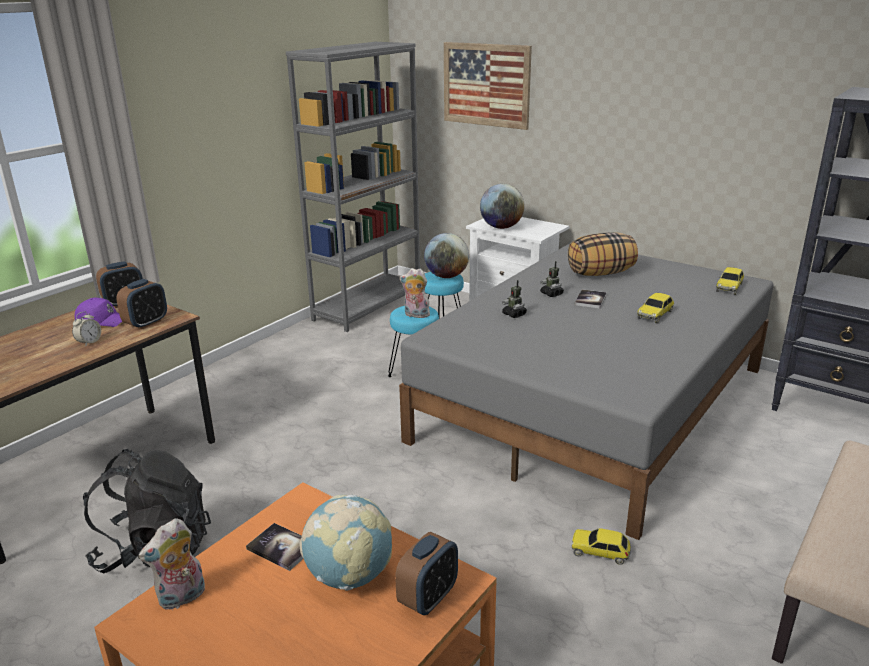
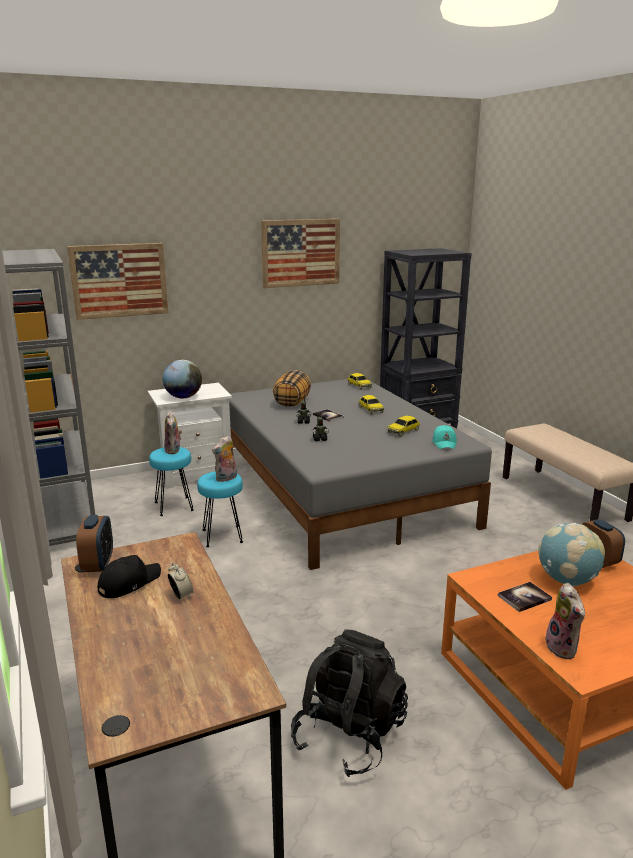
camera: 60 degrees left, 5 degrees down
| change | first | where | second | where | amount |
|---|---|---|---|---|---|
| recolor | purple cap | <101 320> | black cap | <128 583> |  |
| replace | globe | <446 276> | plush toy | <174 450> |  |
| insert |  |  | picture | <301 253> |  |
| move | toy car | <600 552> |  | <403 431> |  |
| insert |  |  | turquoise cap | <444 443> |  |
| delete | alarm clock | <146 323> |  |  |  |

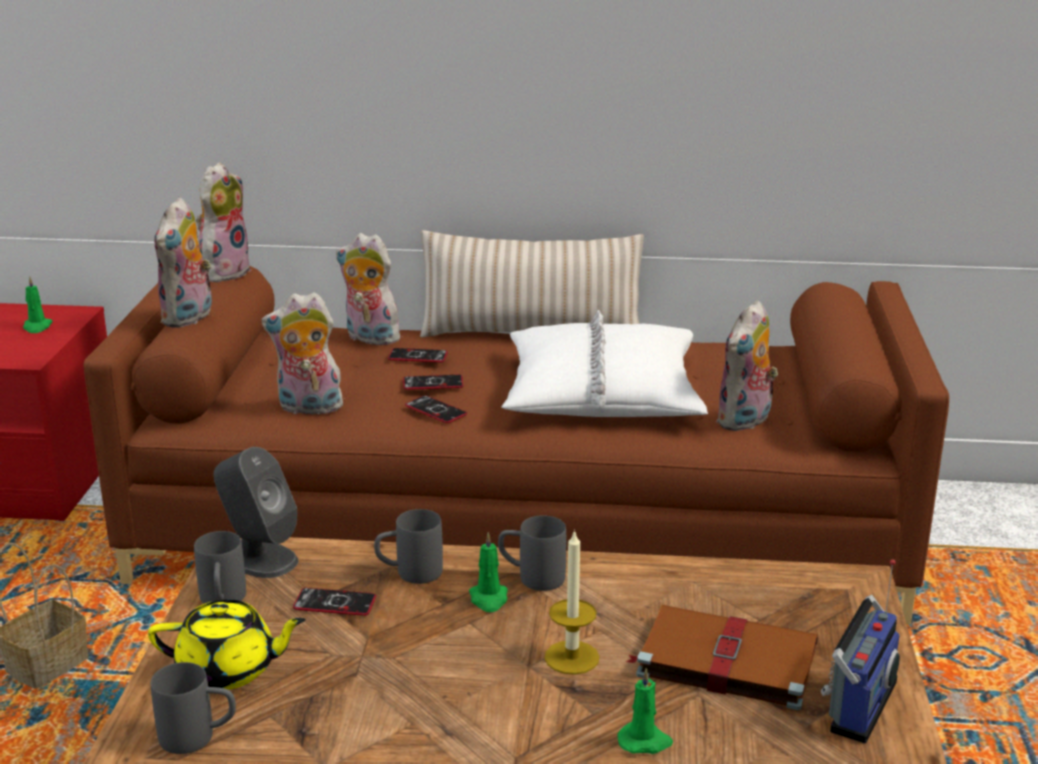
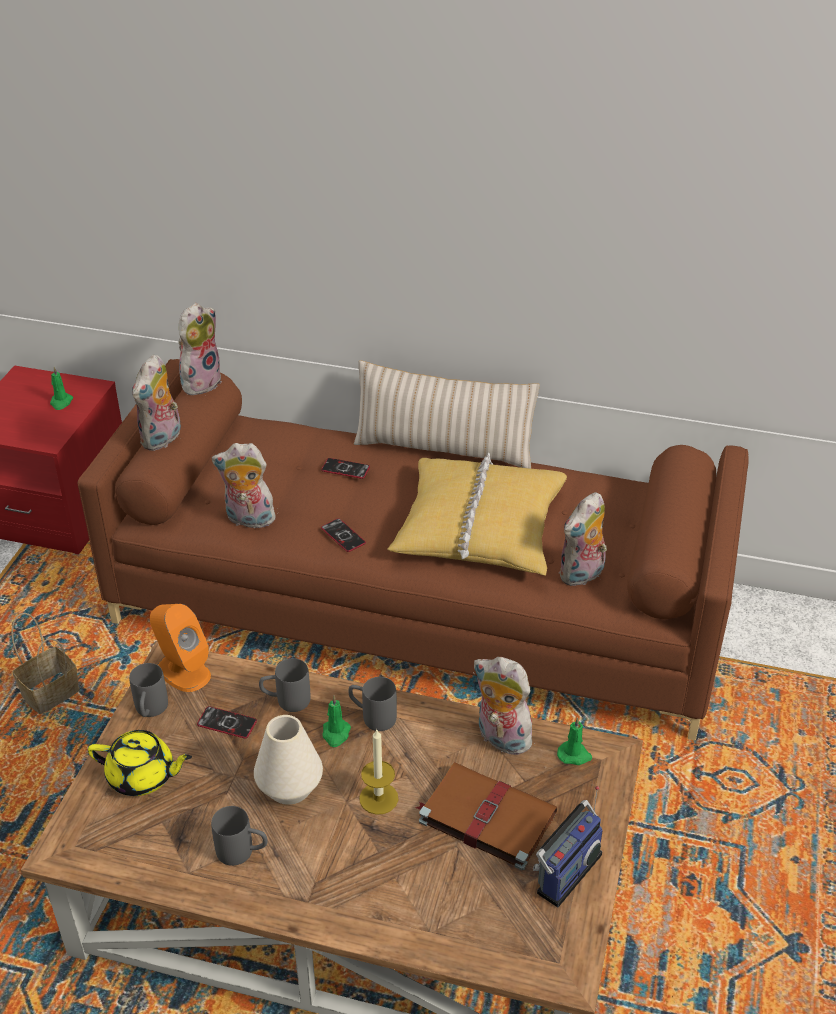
camera: 10 degrees right, 15 degrees up
| change | first | where | second | where | amount |
|---|---|---|---|---|---|
| recolor | grey speaker | <258 558> | orange speaker | <183 671> |  |
| move | grey mug | <199 737> |  | <243 852> |  |
| insert |  |  | white vase | <290 787> |  |
| recolor | white pillow | <602 393> | yellow pillow | <479 528> |  |
| move | plush toy | <369 338> |  | <500 738> |  |
| move | green candle | <645 741> |  | <574 755> |  |
| delete | phone | <433 383> |  |  |  |

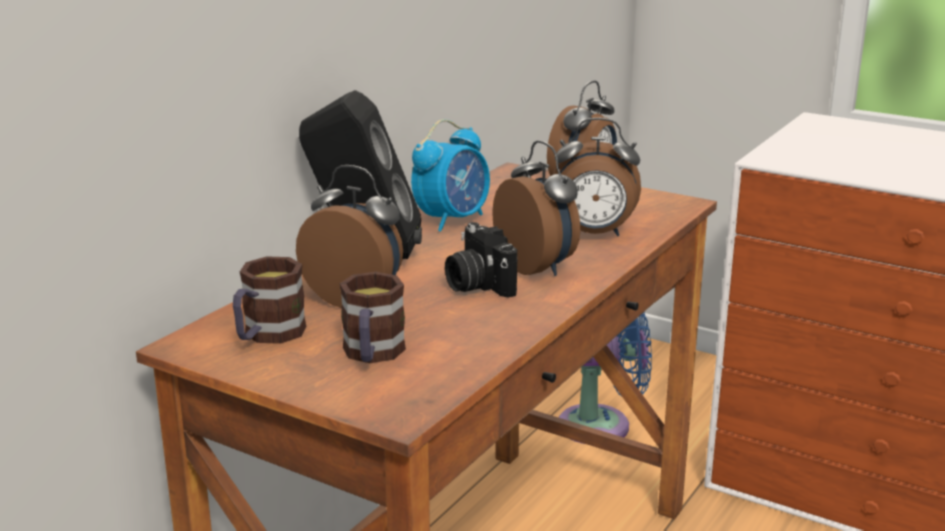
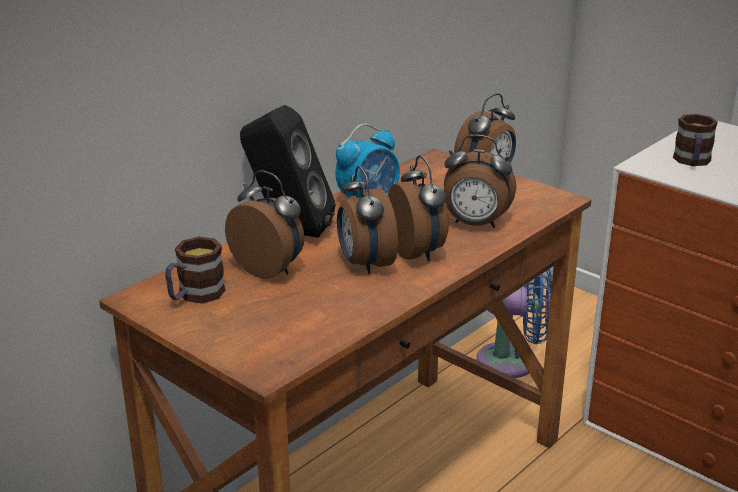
camera: 10 degrees right, 5 degrees up
| change | first | where | second | where | amount |
|---|---|---|---|---|---|
| replace | photo camera | <477 284> | alarm clock | <364 264> |  |
| move | mug | <372 355> |  | <692 162> |  |

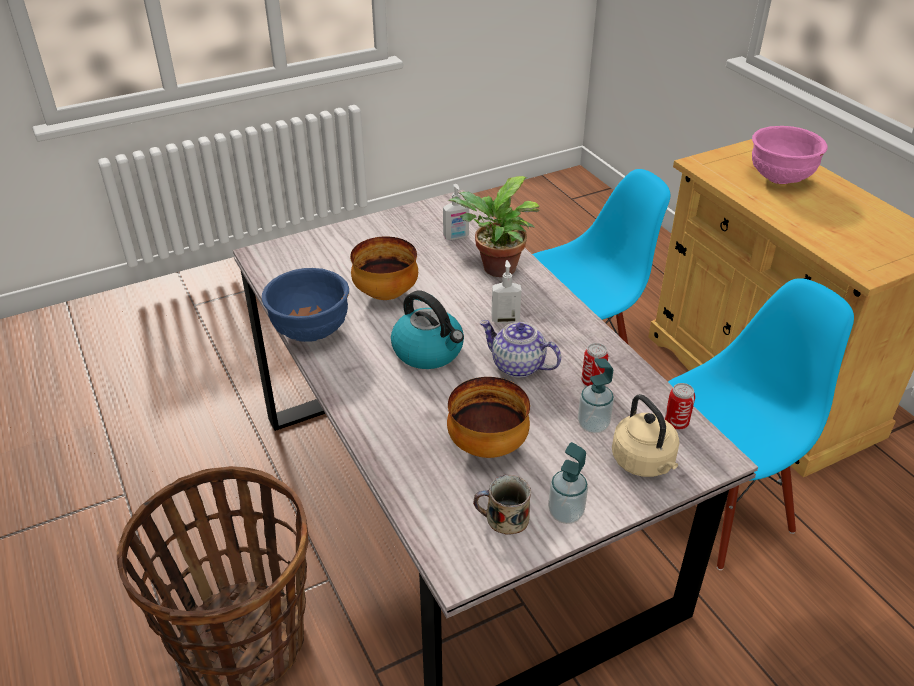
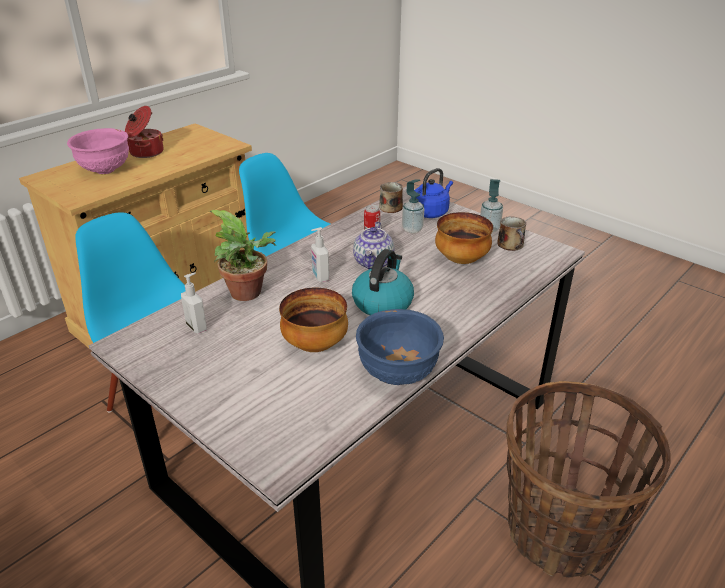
camera: 110 degrees left, 5 degrees down
| change | first | where | second | where | amount |
|---|---|---|---|---|---|
| insert |  |  | cooking pot | <145 152> |  |
| replace | can | <676 423> | mug | <390 206> |  |
| recolor | beige kettle | <644 463> | blue kettle | <431 212> |  |

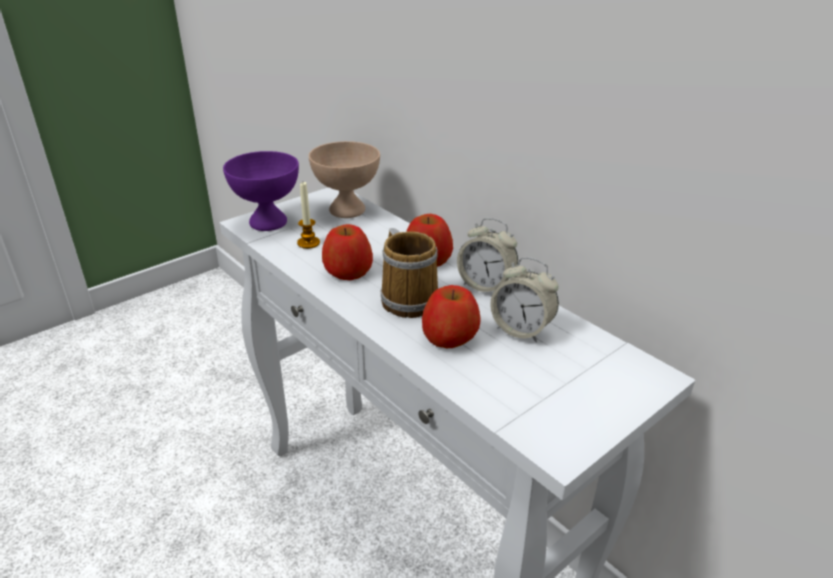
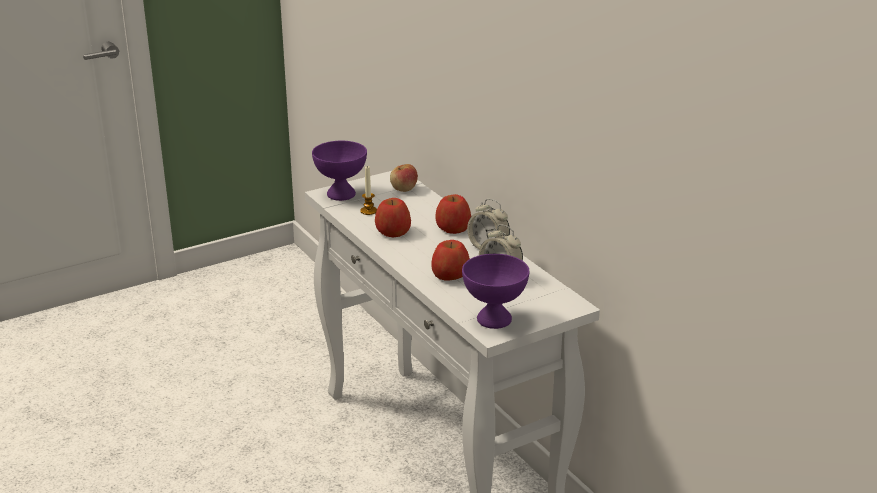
camera: 10 degrees right, 5 degrees down
| change | first | where | second | where | amount |
|---|---|---|---|---|---|
| replace | beige bowl | <348 209> | apple | <403 189> |  |
| insert |  |  | purple bowl | <493 320> |  |
| delete | mug | <409 298> |  |  |  |

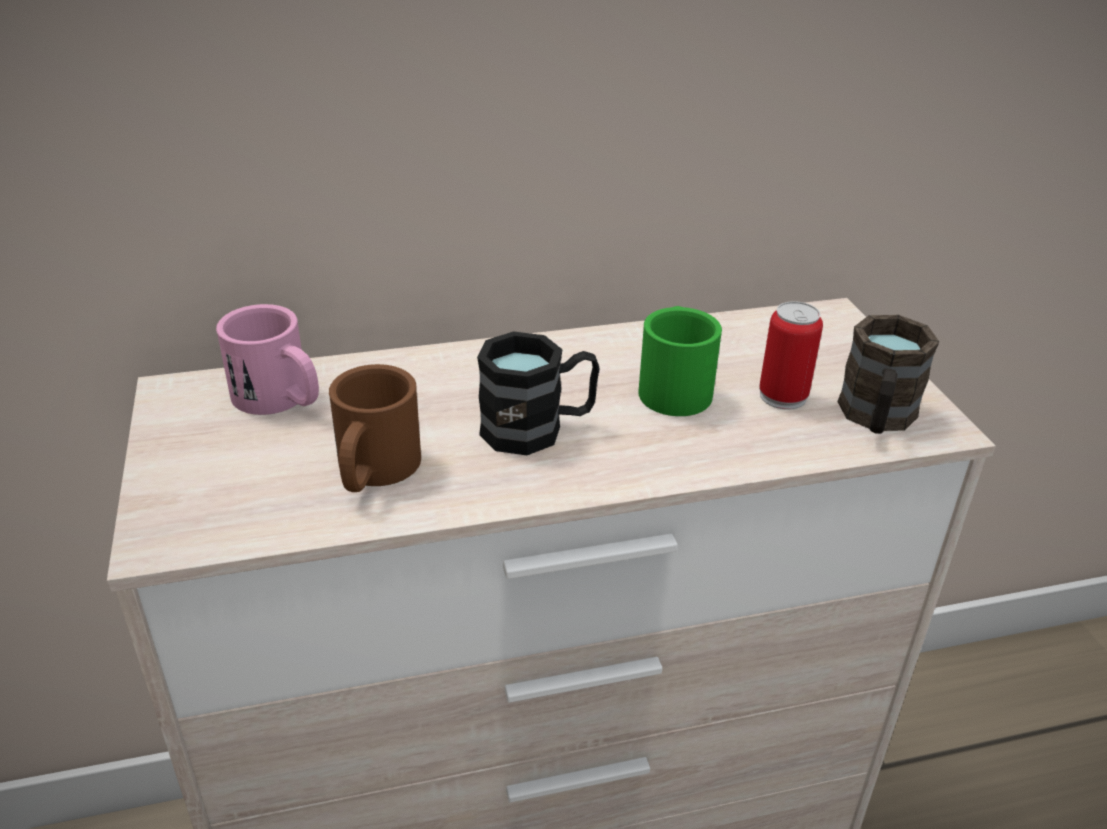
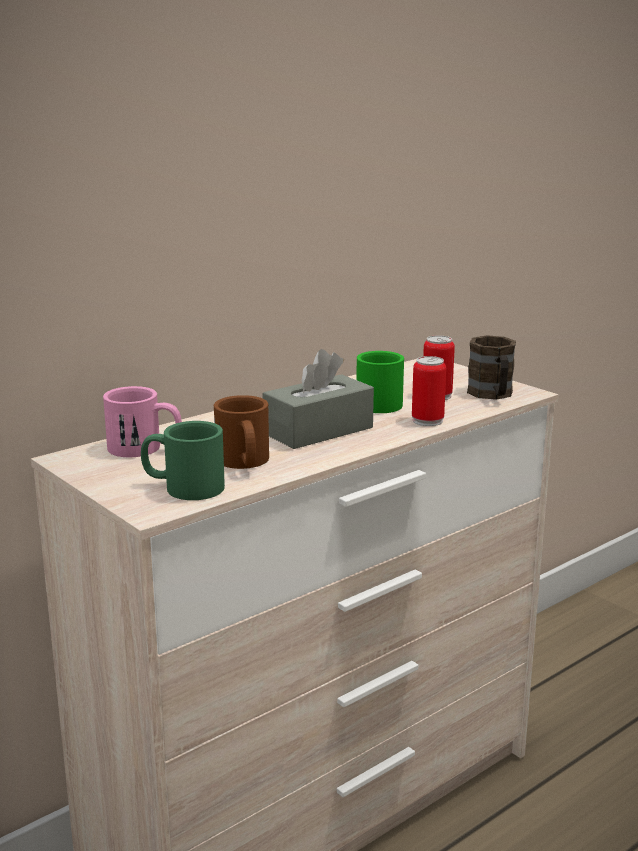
camera: 25 degrees left, 15 degrees down
| change | first | where | second | where | amount |
|---|---|---|---|---|---|
| insert |  |  | green mug | <183 487> |  |
| replace | black mug | <538 428> | grey tissue box | <318 430> |  |
| insert |  |  | can | <427 420> |  |

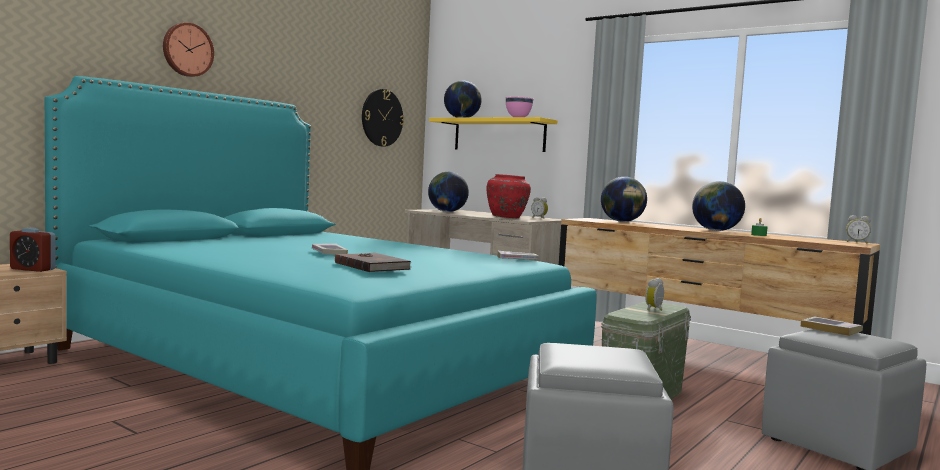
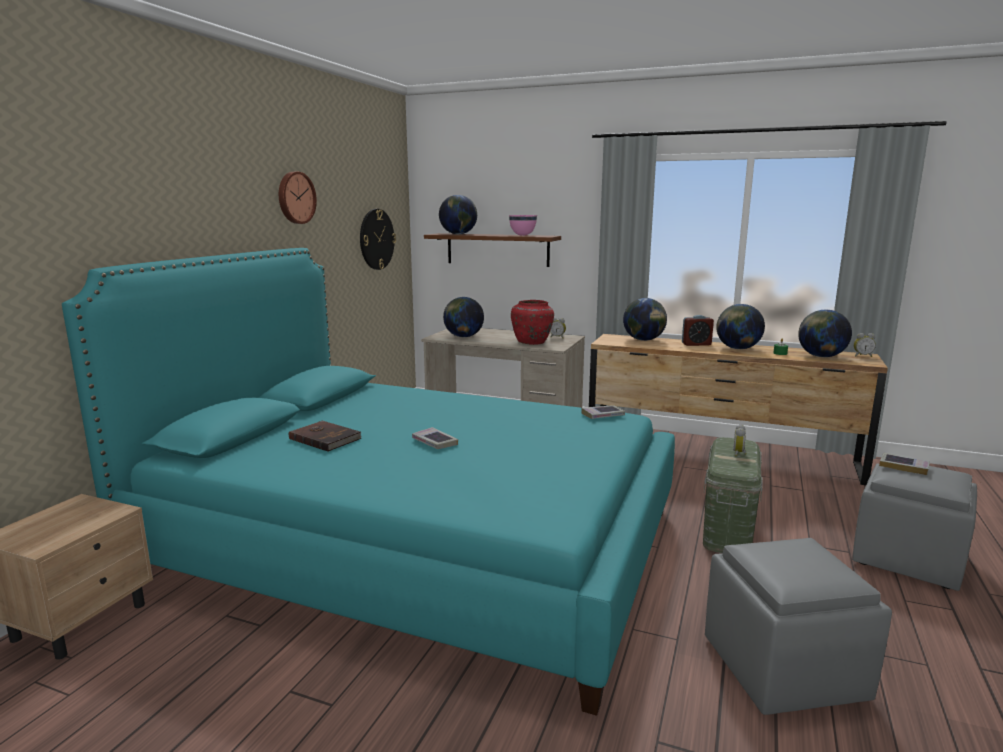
camera: 15 degrees left, 10 degrees up
| change | first | where | second | where | amount |
|---|---|---|---|---|---|
| move | wall clock | <187 50> |  | <295 198> |  |
| move | brown book | <372 266> |  | <325 438> |  |
| recolor | yellow shelf | <499 135> | brown shelf | <497 249> |  |
| move | alarm clock | <32 269> |  | <696 344> |  |
| insert |  |  | globe | <821 356> |  |

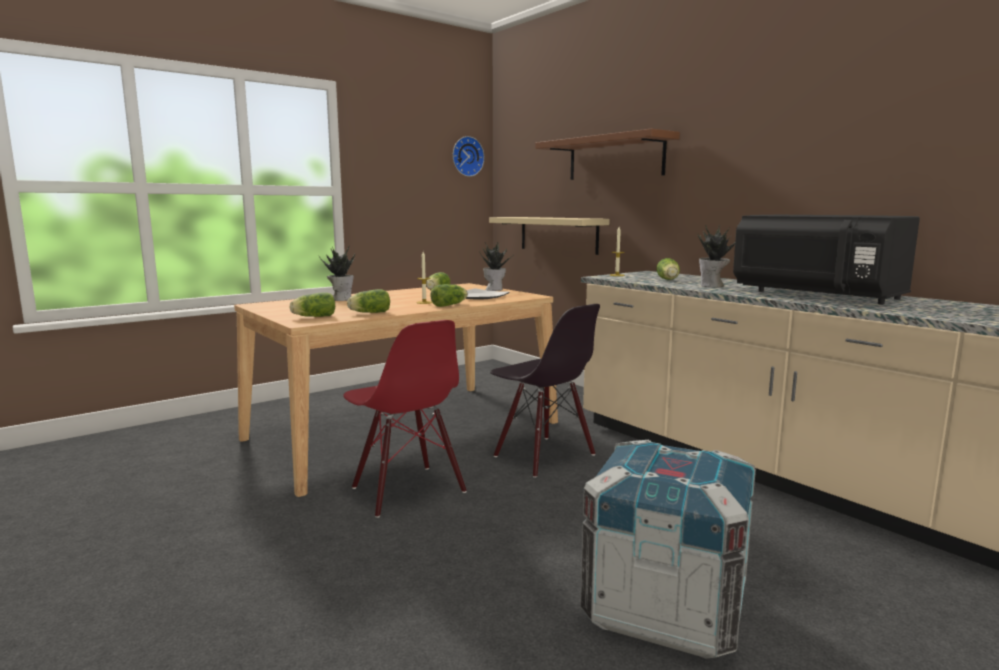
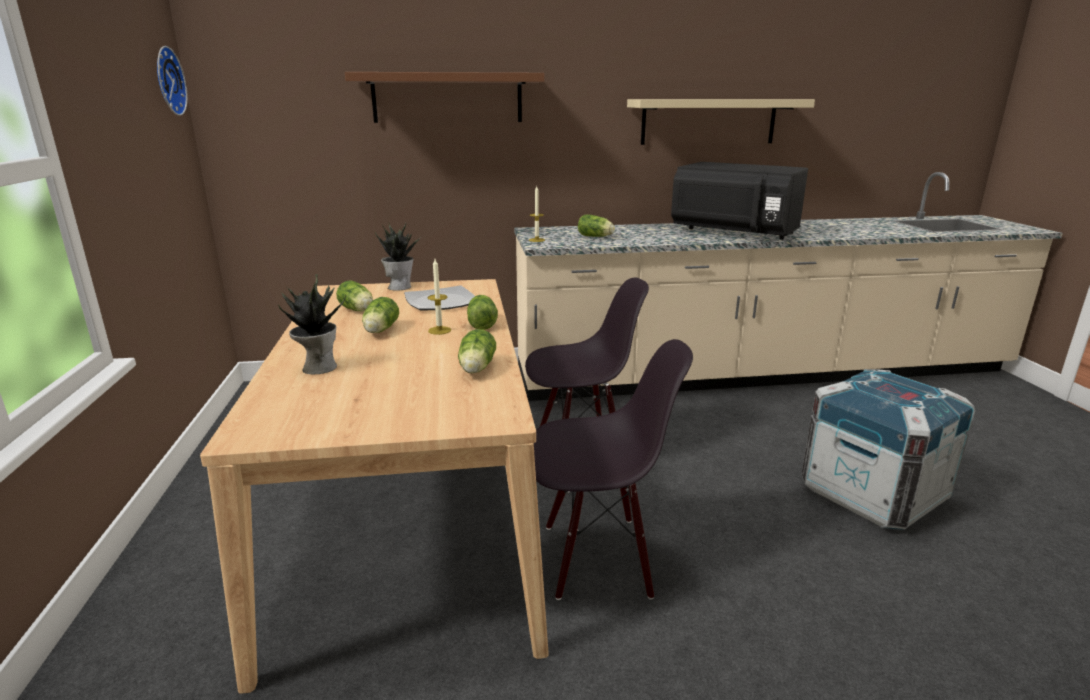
camera: 60 degrees left, 10 degrees up
| change | first | where | second | where | amount |
|---|---|---|---|---|---|
| move | lettuce | <313 317> |  | <380 331> |  |
| recolor | red chair | <407 490> | black chair | <597 558> |  |
| move | beige shelf | <558 234> |  | <708 121> |  |
| rotate | black microwave | <817 296> |  | <734 232> | 45 degrees clockwise |
| delete | potted plant | <712 286> |  |  |  |

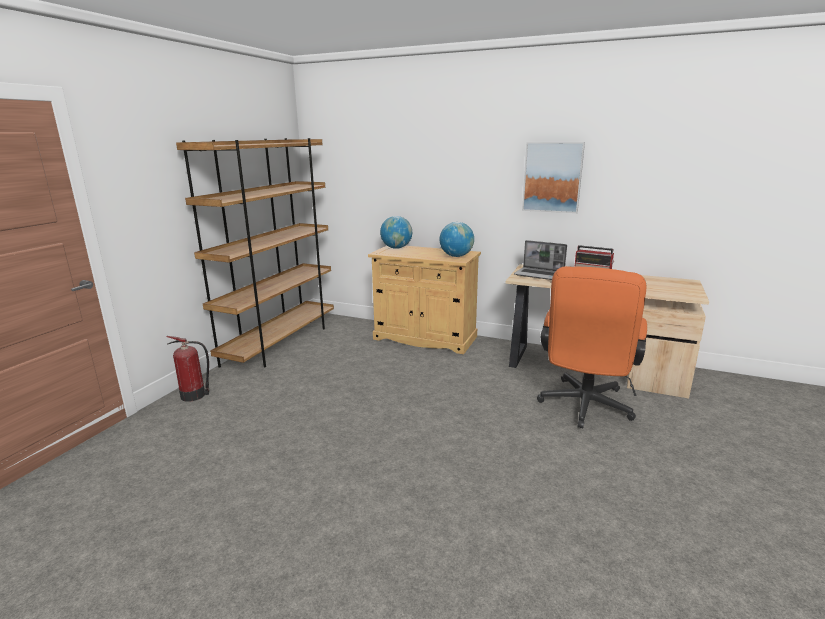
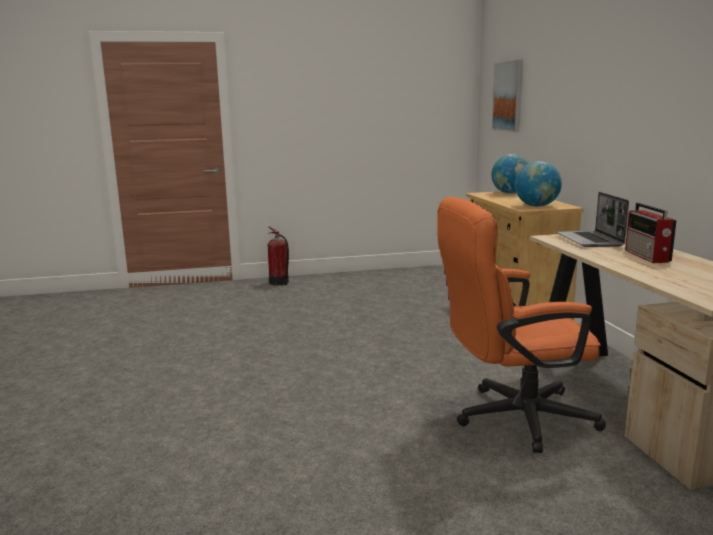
camera: 55 degrees right, 5 degrees down
| change | first | where | second | where | amount |
|---|---|---|---|---|---|
| move | picture | <552 177> |  | <508 96> |  |
| delete | brown bookcase | <280 343> |  |  |  |

